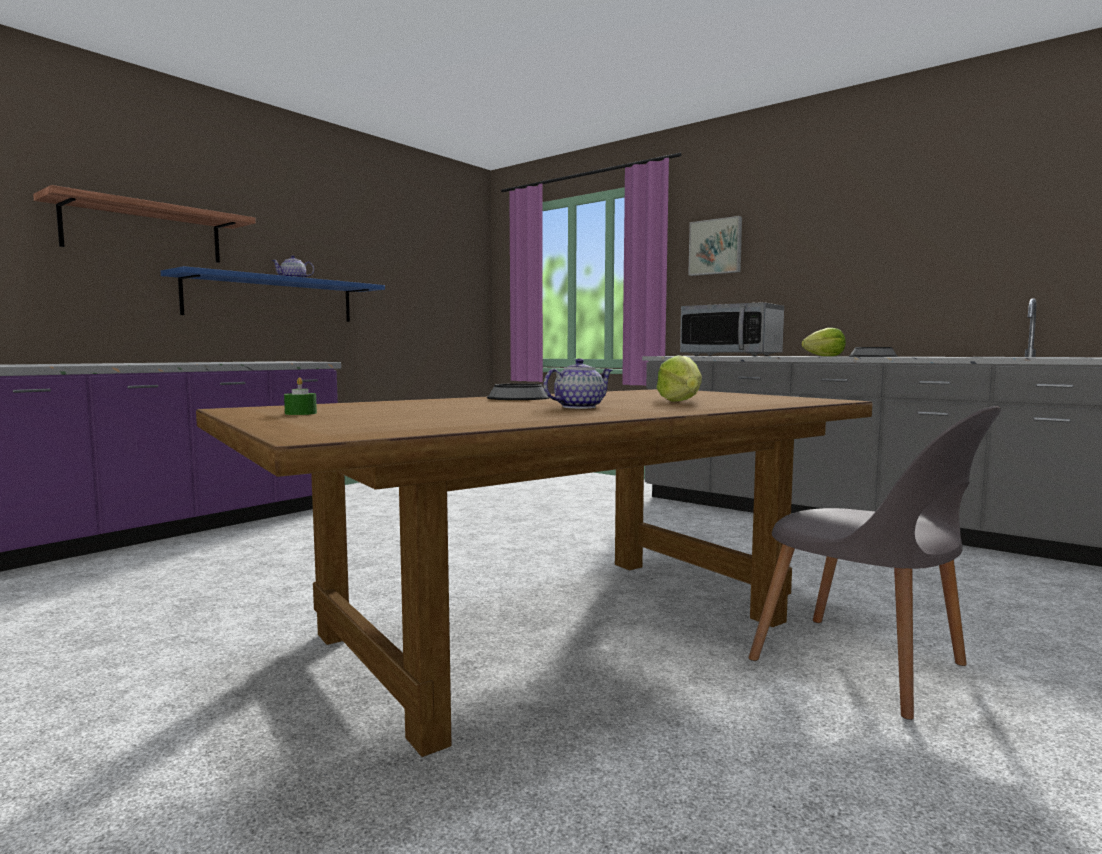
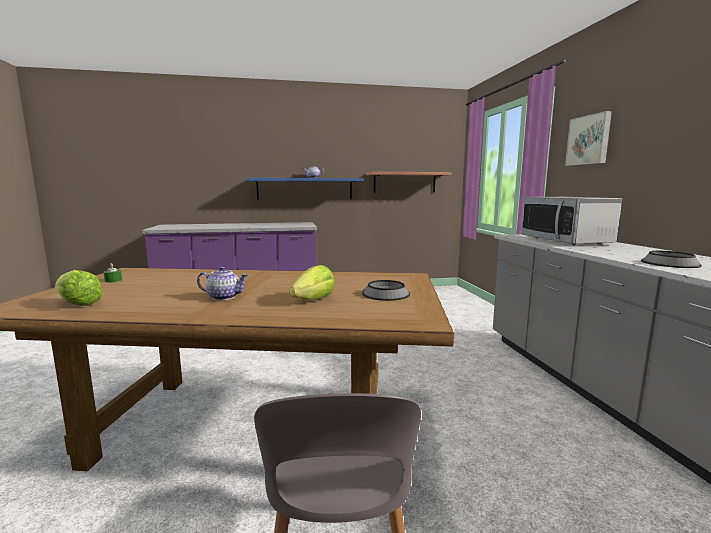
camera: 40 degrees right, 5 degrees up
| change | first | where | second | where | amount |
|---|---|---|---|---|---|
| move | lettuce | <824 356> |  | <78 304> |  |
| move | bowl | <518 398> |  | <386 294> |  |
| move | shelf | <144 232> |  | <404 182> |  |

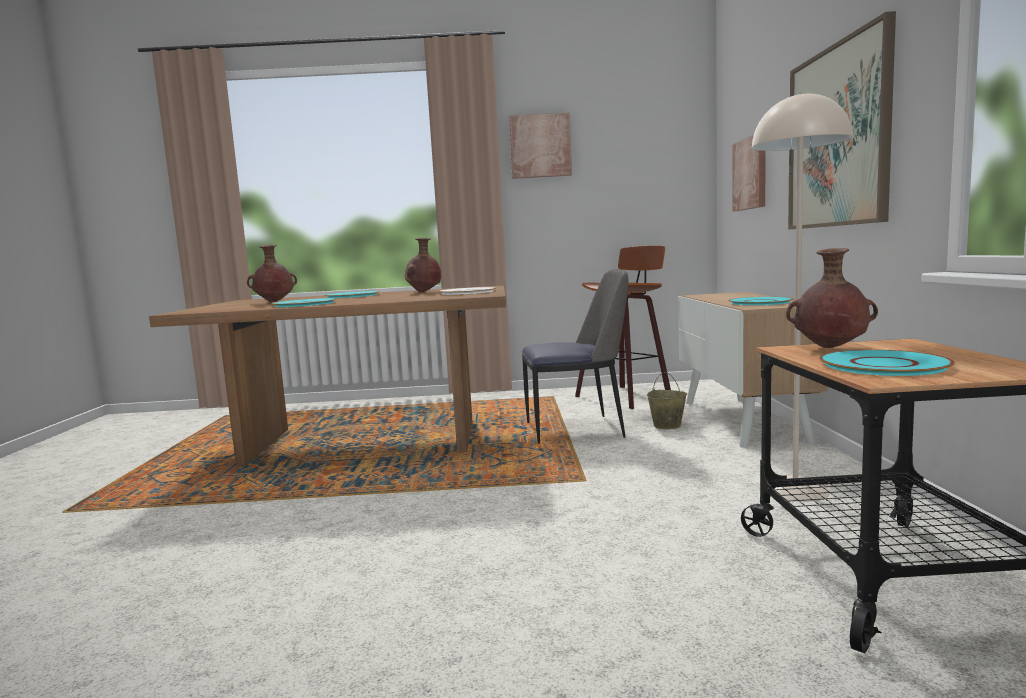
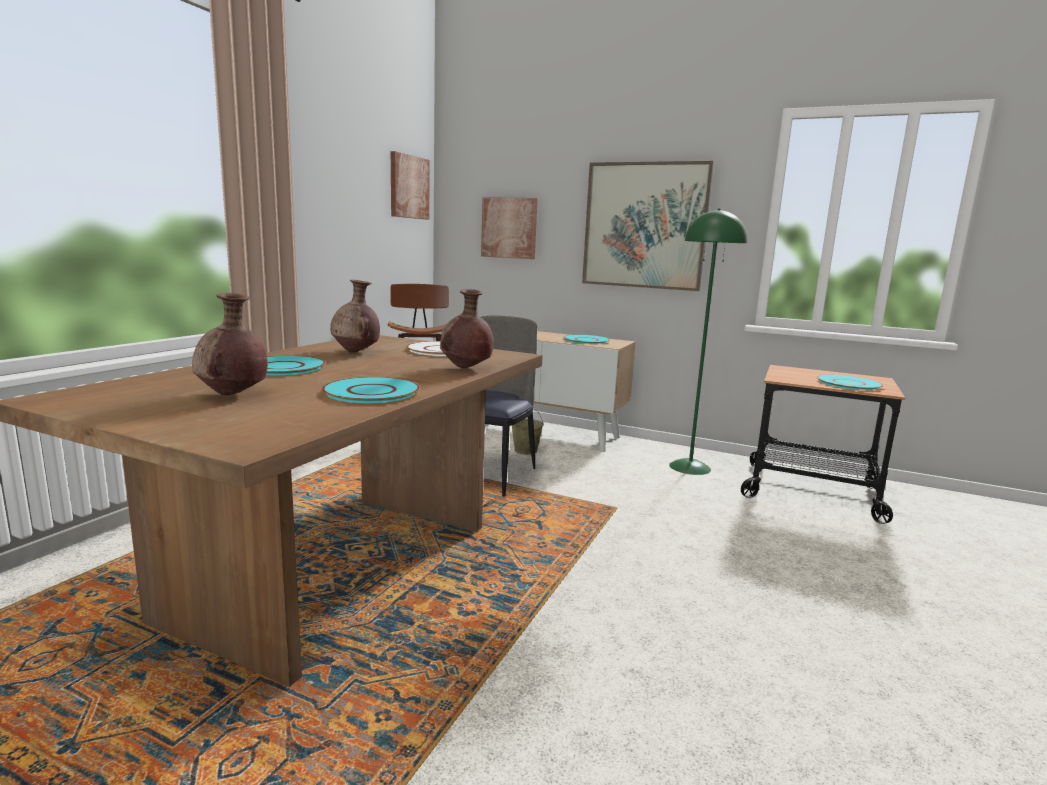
camera: 65 degrees left, 5 degrees up
| change | first | where | second | where | amount |
|---|---|---|---|---|---|
| move | picture | <540 146> |  | <408 187> |  |
| move | brown vase | <829 348> |  | <465 368> |  |
| recolor | beige floor lamp | <796 489> | green floor lamp | <690 467> |  |

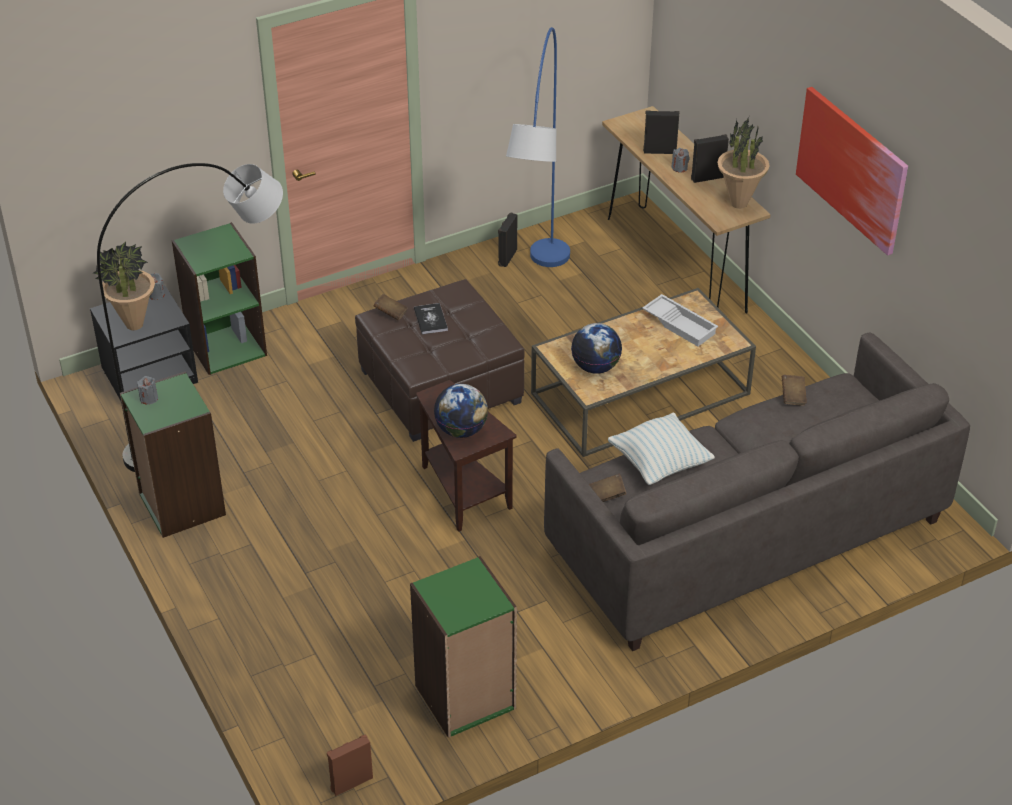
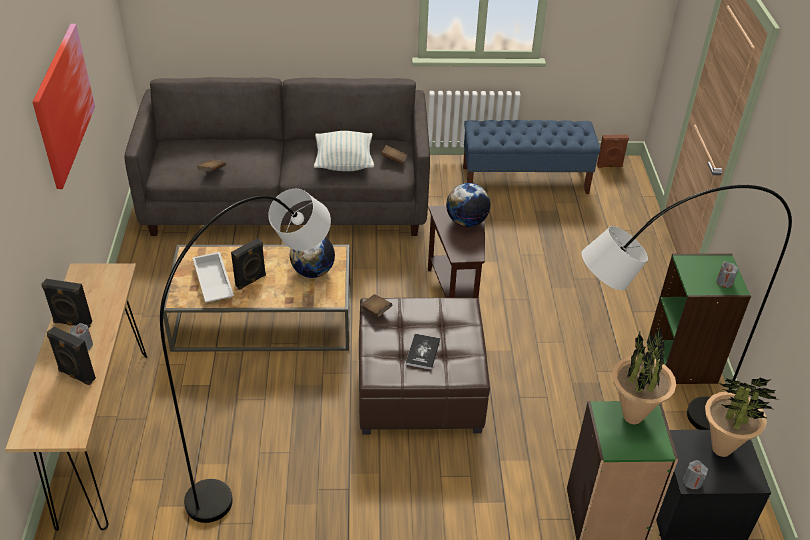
camera: 155 degrees left, 0 degrees up
| change | first | where | second | where | amount |
|---|---|---|---|---|---|
| recolor | blue floor lamp | <539 302> | grey floor lamp | <267 444> |  |
| move | black speaker | <507 257> |  | <251 281> |  |
| move | brown book | <390 313> |  | <376 311> |  |
| replace | green bookcase | <465 698> | blue bench | <525 180> |  |
| move | potted plant | <738 203> |  | <632 417> |  |

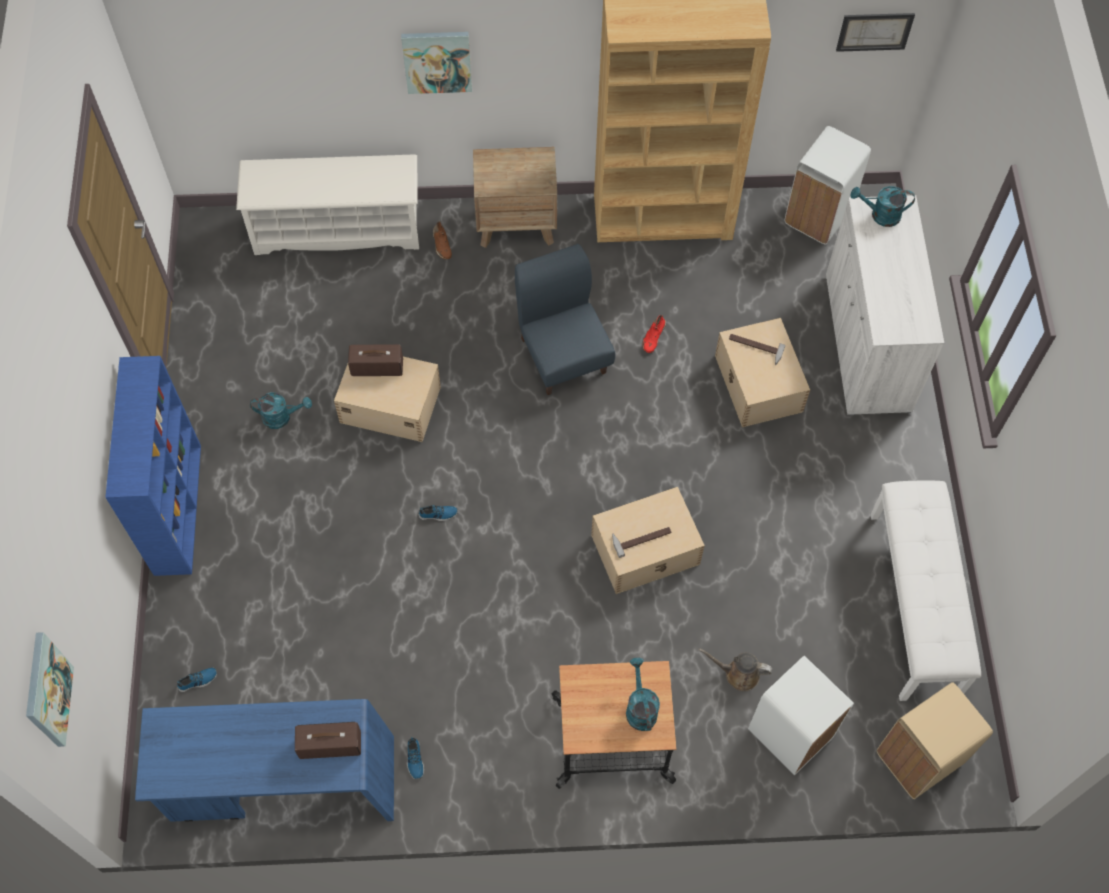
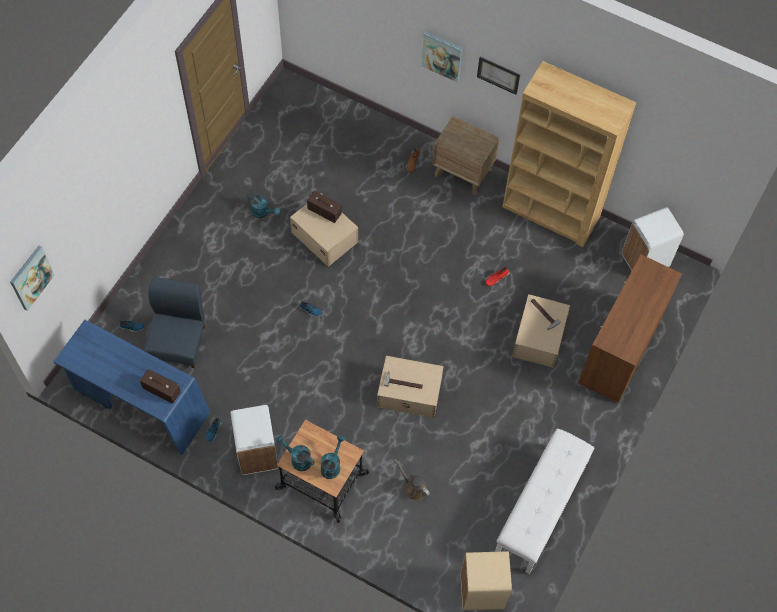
camera: 30 degrees right, 0 degrees up
| change | first | where | second | where | amount |
|---|---|---|---|---|---|
| move | blue chair | <563 354> |  | <179 343> |  |
| move | white trash can | <790 735> |  | <257 454> |  |
| move | turquoise watering can | <880 215> |  | <297 459> |  |
| move | picture | <874 31> |  | <498 75> |  |
| recolor | white cabinet | <867 343> | brown cabinet | <620 349> |  |
| delete | blue bookcase | <177 507> |  |  |  |
| delete | white shoe rack | <338 229> |  |  |  |

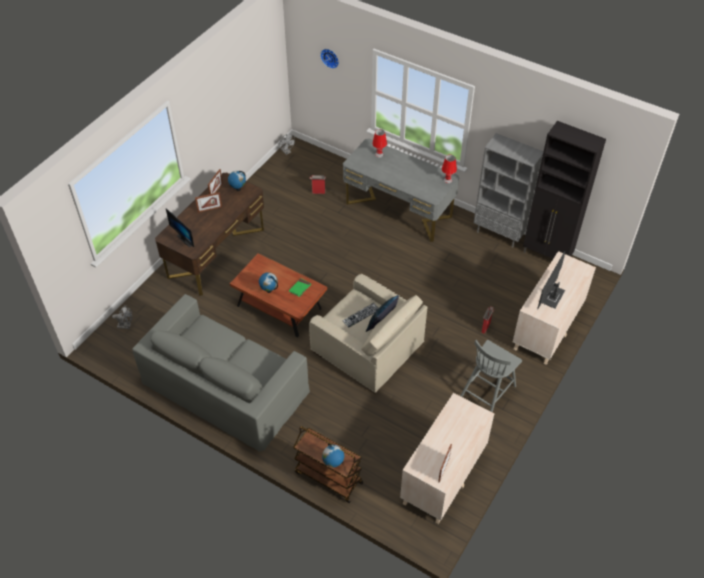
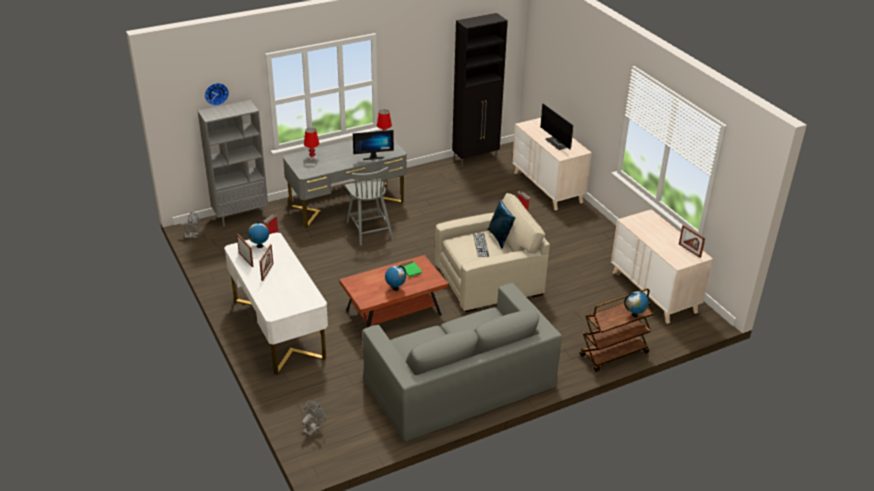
camera: 60 degrees left, 15 degrees down
| change | first | where | second | where | amount |
|---|---|---|---|---|---|
| move | grey bookcase | <499 233> |  | <241 216> |  |
| recolor | brown desk | <216 253> | white desk | <279 328> |  |
| move | grey chair | <488 391> |  | <369 229> |  |
| move | monitor | <186 239> |  | <373 157> |  |

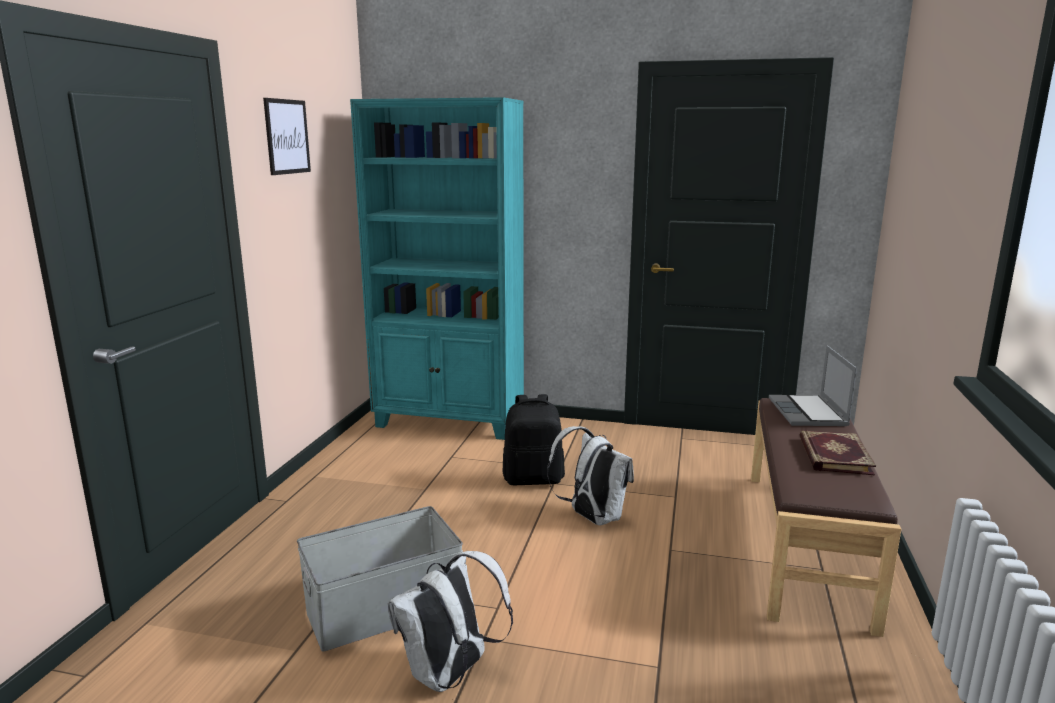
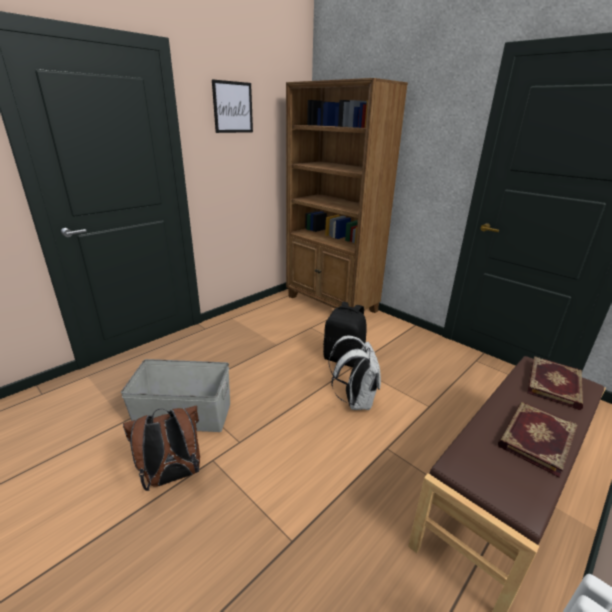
camera: 30 degrees right, 10 degrees up
| change | first | where | second | where | amount |
|---|---|---|---|---|---|
| recolor | white backpack | <450 675> | brown backpack | <172 476> |  |
| recolor | turquoise bookcase | <450 421> | brown bookcase | <331 304> |  |
| replace | laptop | <809 413> | book | <555 384> |  |

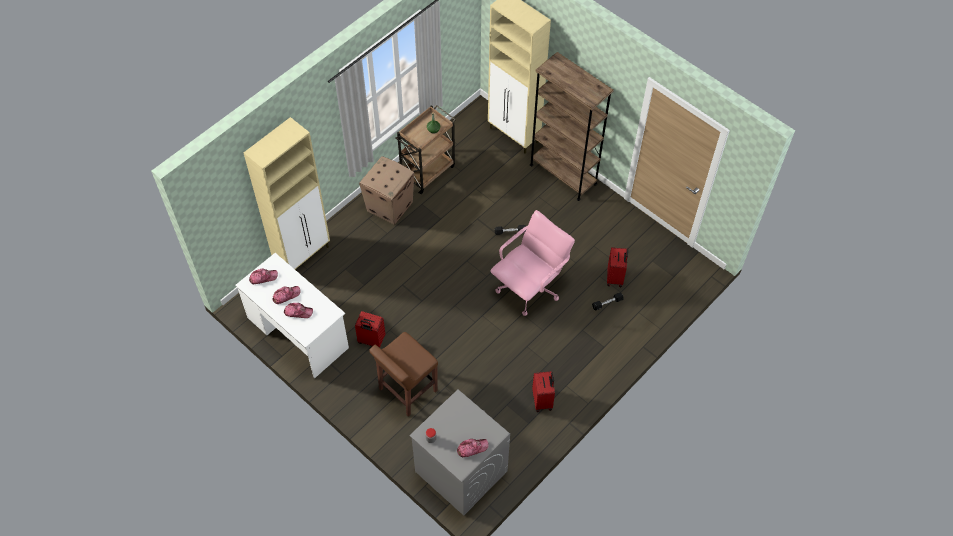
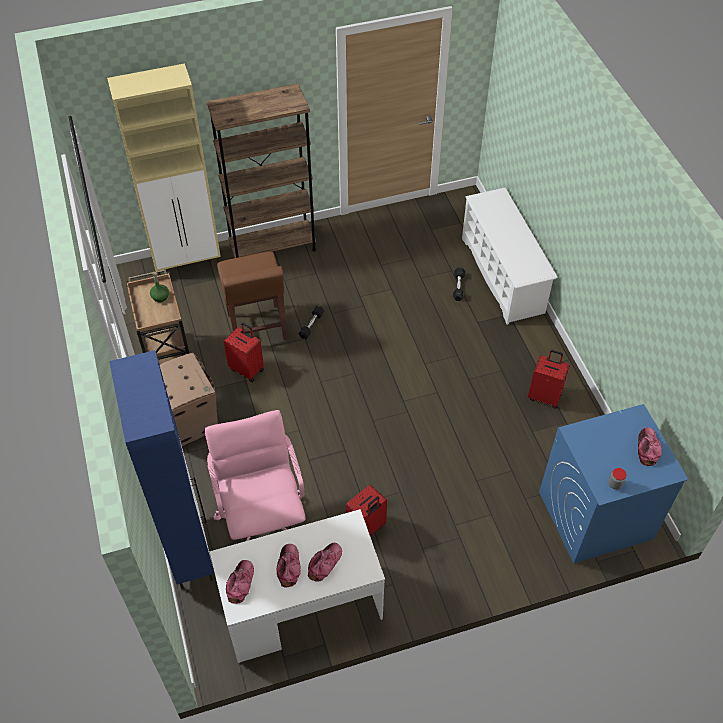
camera: 60 degrees left, 5 degrees down
| change | first | where | second | where | amount |
|---|---|---|---|---|---|
| recolor | beige cabinet | <303 256> | blue cabinet | <189 550> |  |
| move | pink office chair | <529 287> |  | <262 517> |  |
| move | brown stool | <407 390> |  | <257 328> |  |
| move | red suitcase | <615 277> |  | <247 369> |  |
| insert |  |  | white shoe rack | <503 275> |  |
| recolor | grey washing machine | <460 471> | blue washing machine | <595 515> |  |

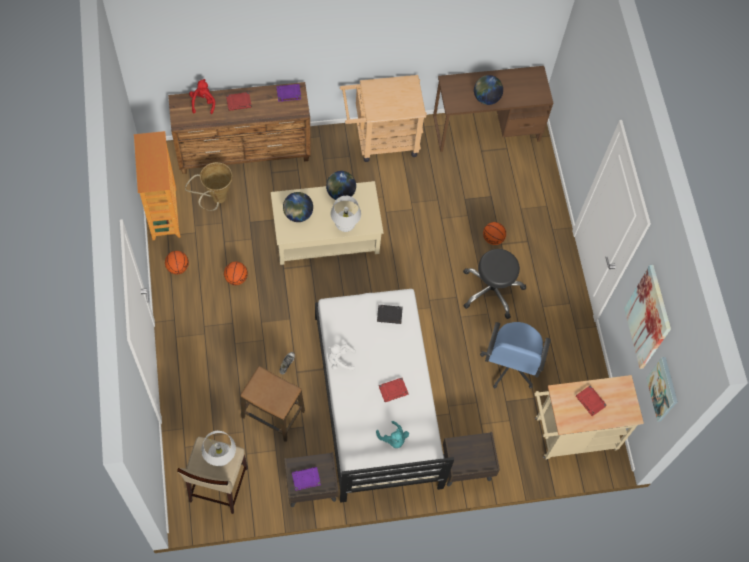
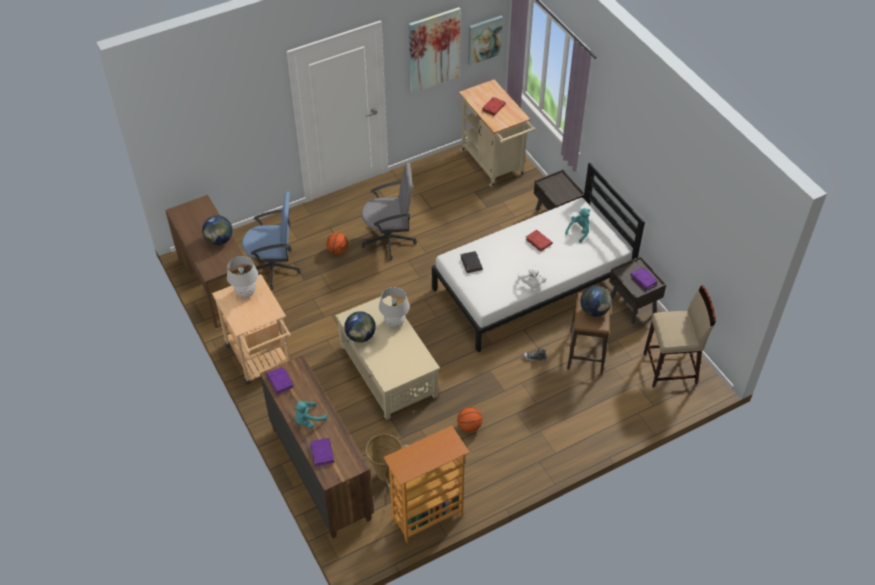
camera: 105 degrees left, 15 degrees down
| change | first | where | second | where | amount |
|---|---|---|---|---|---|
| move | white table lamp | <220 457> |  | <245 292> |  |
| move | blue office chair | <510 365> |  | <274 267> |  |
| replace | red book | <239 102> | turquoise plush toy | <308 420> |  |
| replace | red plush toy | <203 102> | purple book | <322 453> |  |
| replace | black stool | <491 290> | grey office chair | <389 239> |  |
| move | globe | <298 214> |  | <594 311> |  |
| delete | basketball | <177 267> |  |  |  |

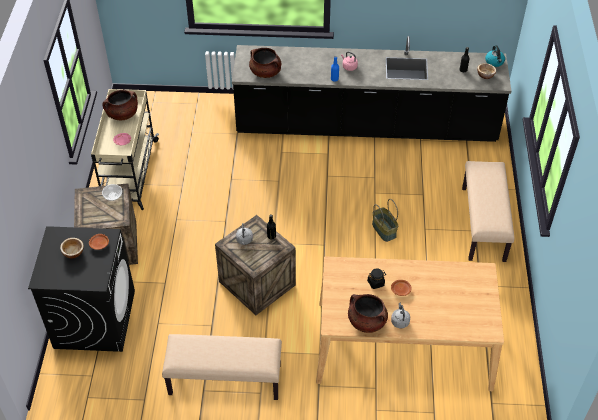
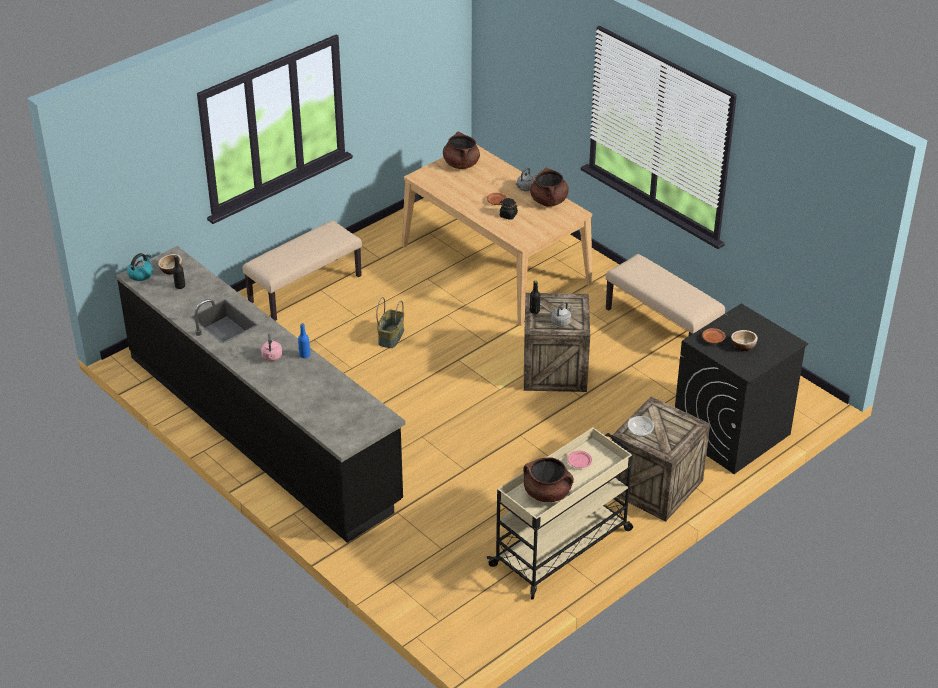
camera: 135 degrees left, 10 degrees down
| change | first | where | second | where | amount |
|---|---|---|---|---|---|
| move | brown cooking pot | <265 72> |  | <461 164> |  |

